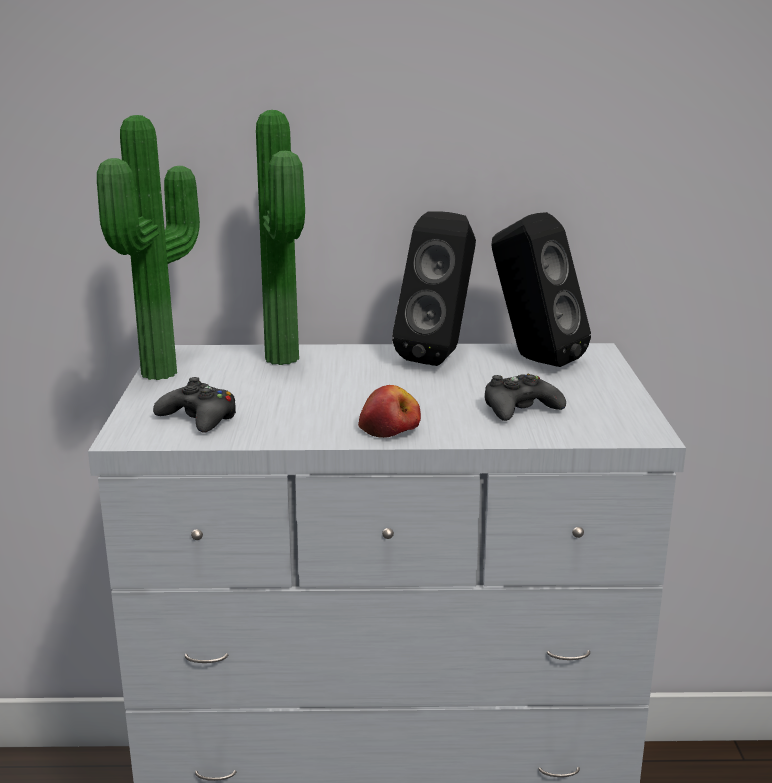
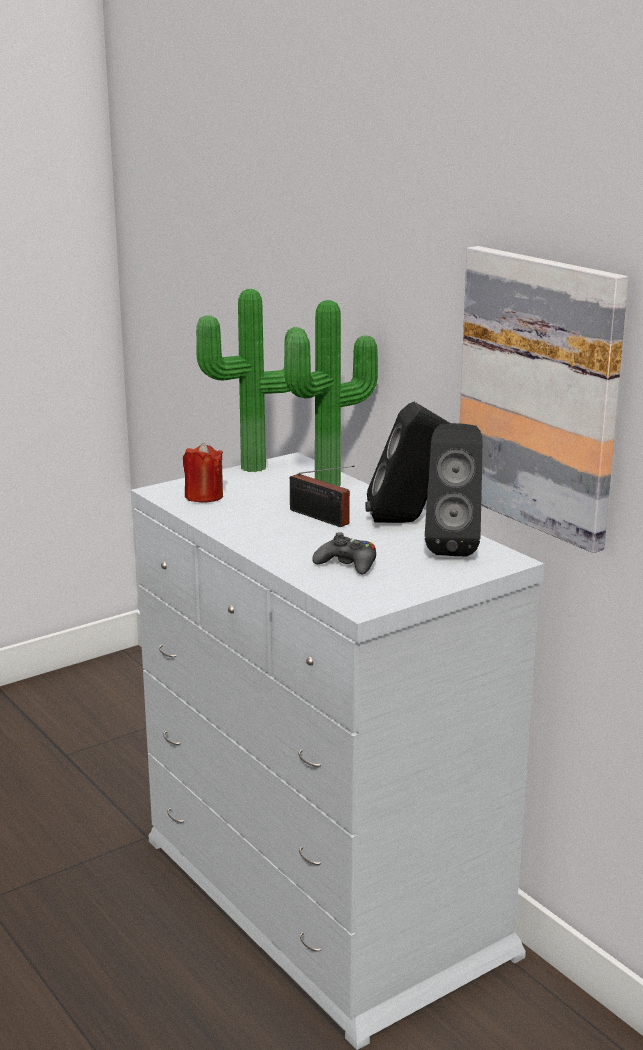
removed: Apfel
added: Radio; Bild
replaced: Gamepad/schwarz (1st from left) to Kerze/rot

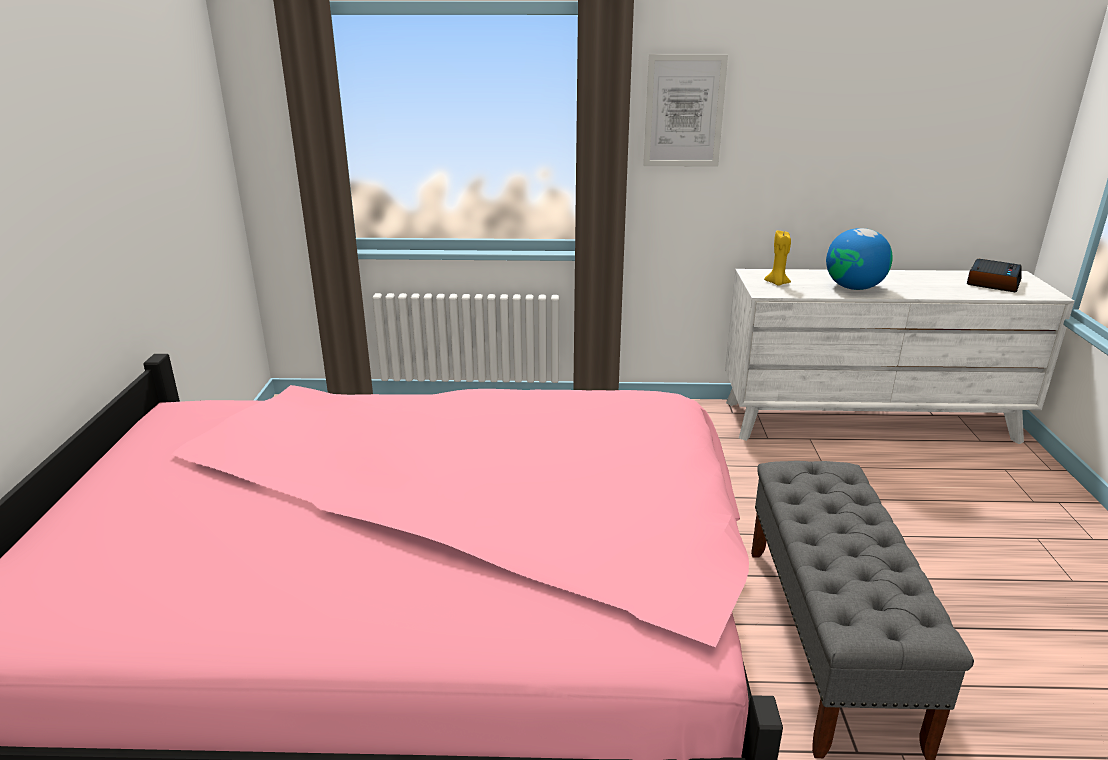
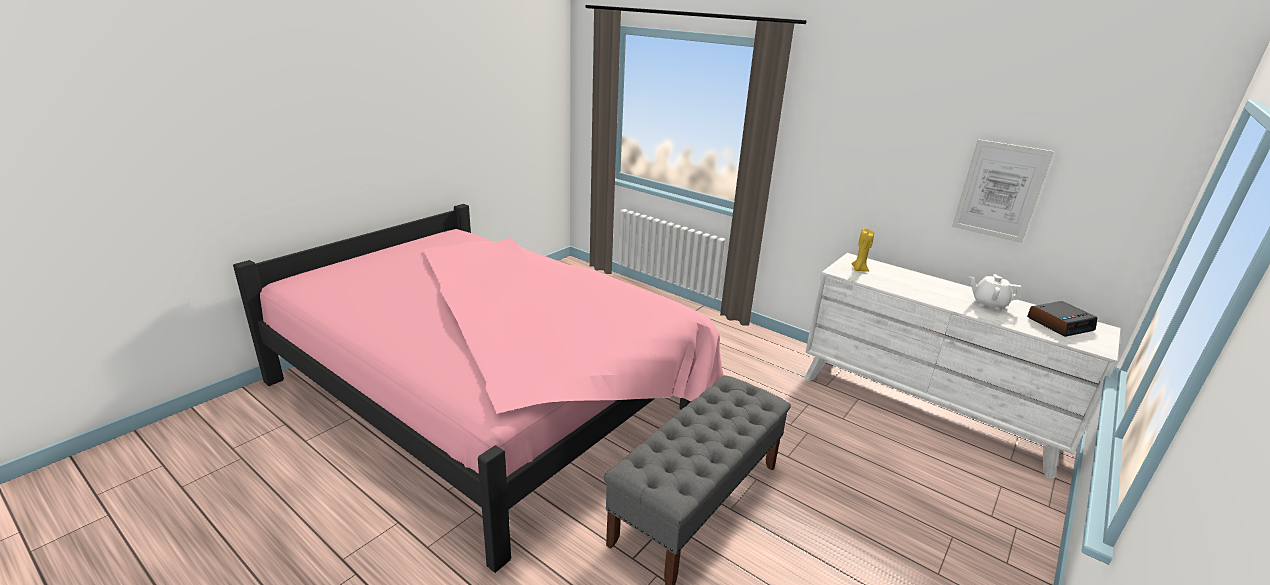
removed: Globus
added: Teekanne/weiß
moved: Bild

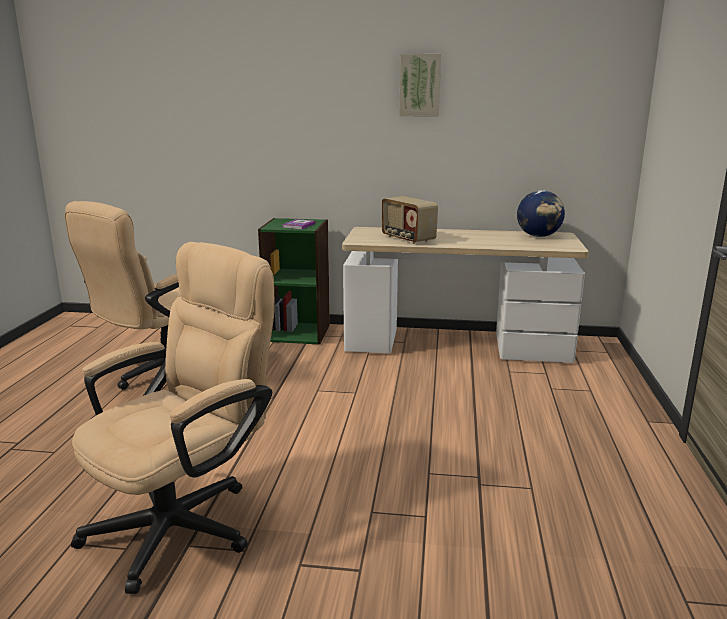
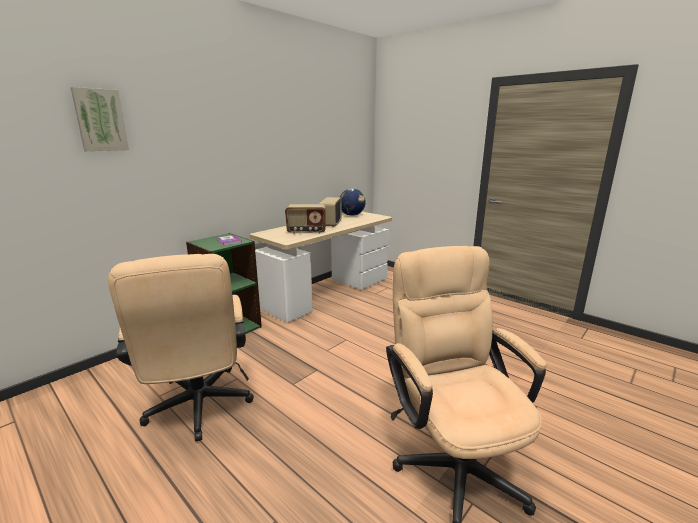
added: Radio (2nd from left)
moved: Bild

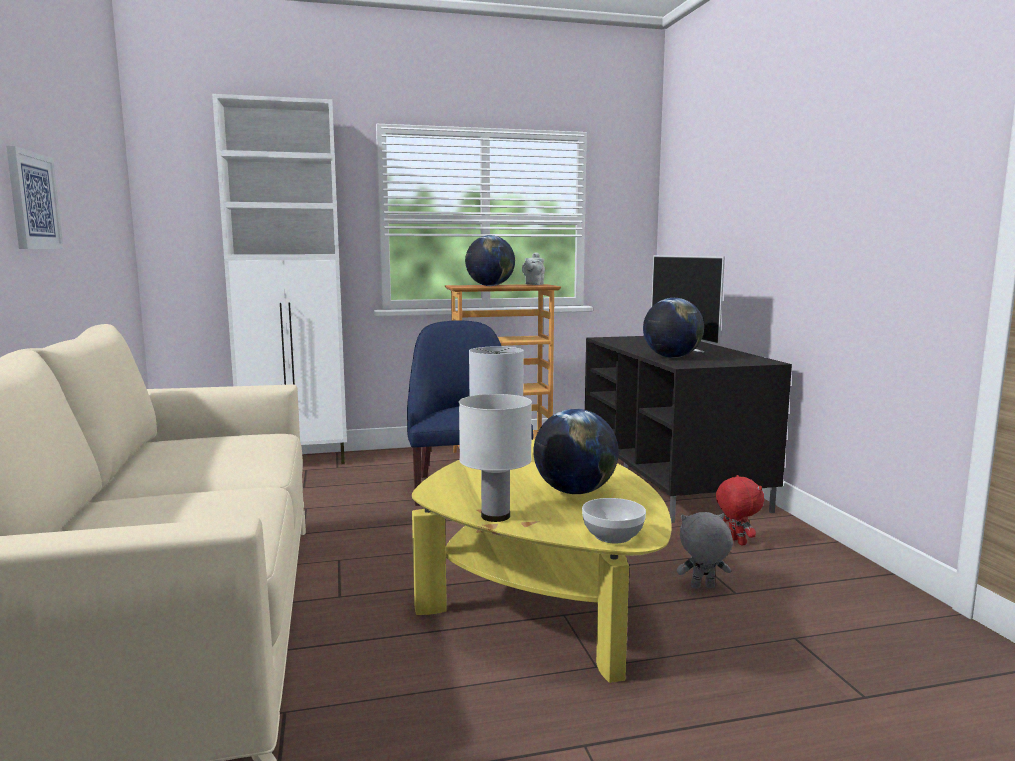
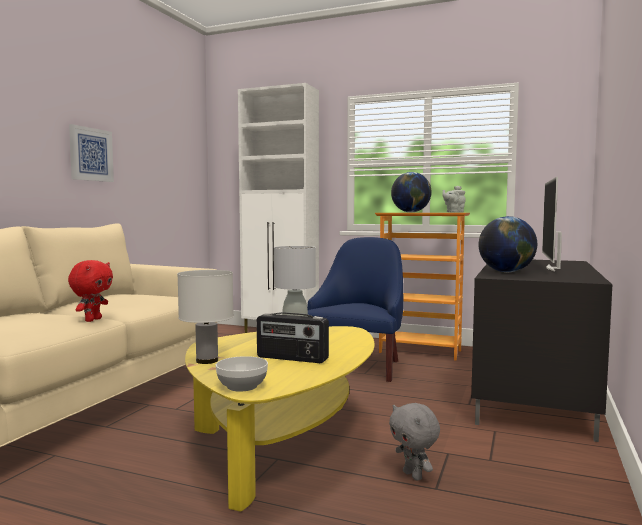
moved: Plüschtier/rot
replaced: Globus (2nd from left) to Radio
turned: Plüschtier/grau 150 degrees counterclockwise

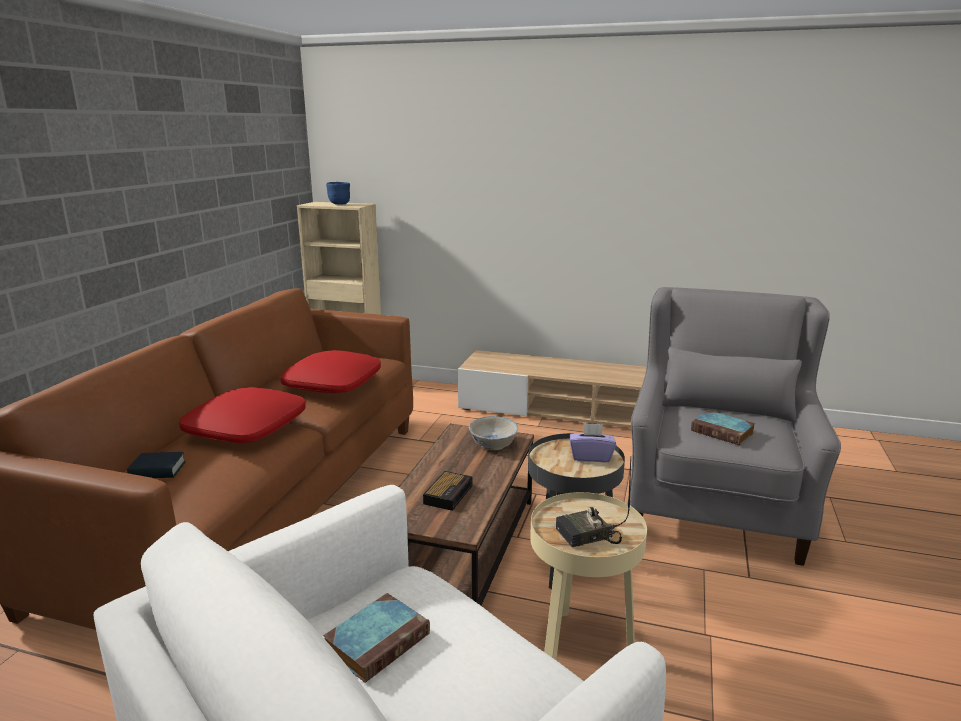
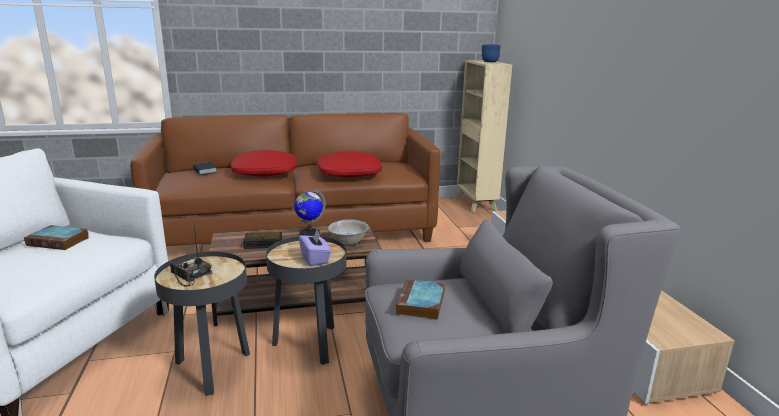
added: Globus
recoloured: Beistelltisch/beige to Beistelltisch/schwarz (1st from left)

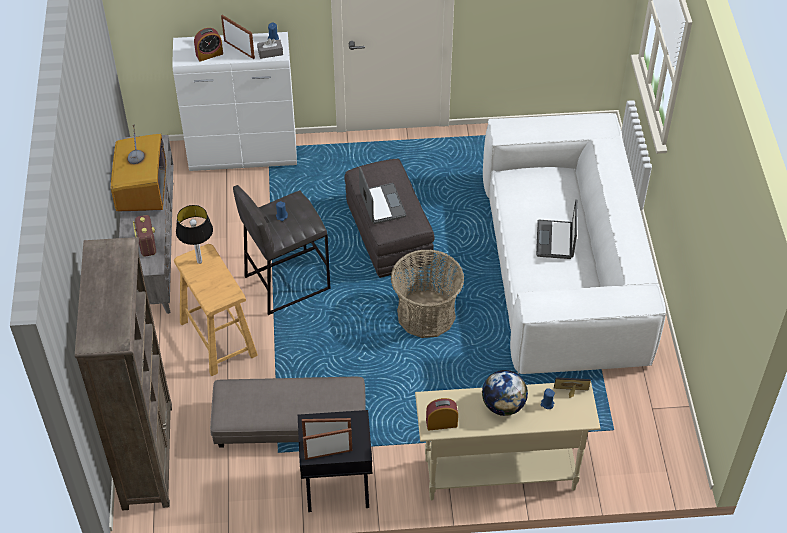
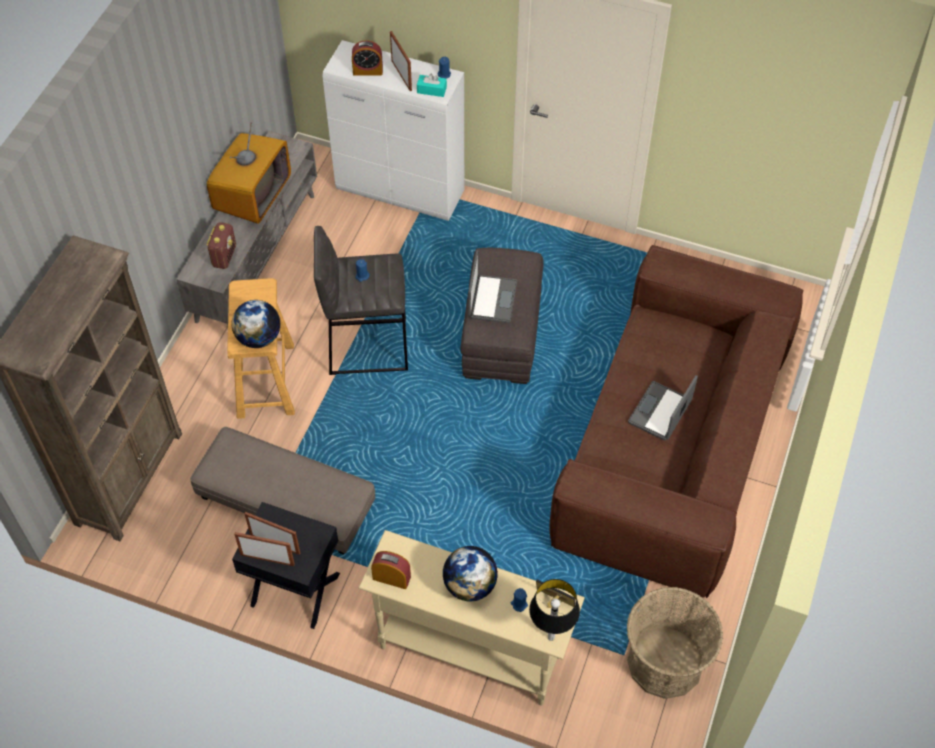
added: Globus (1st from left)
moved: Tischlampe; Korb
recoloured: Taschentuchbox/grau to Taschentuchbox/türkis; Sofa/weiß to Sofa/braun

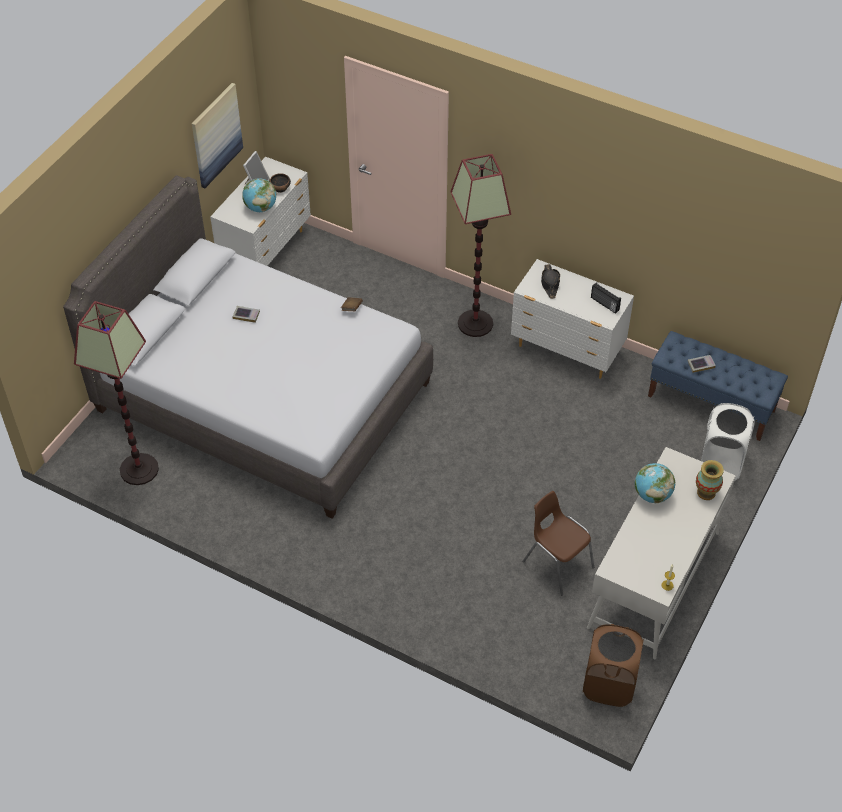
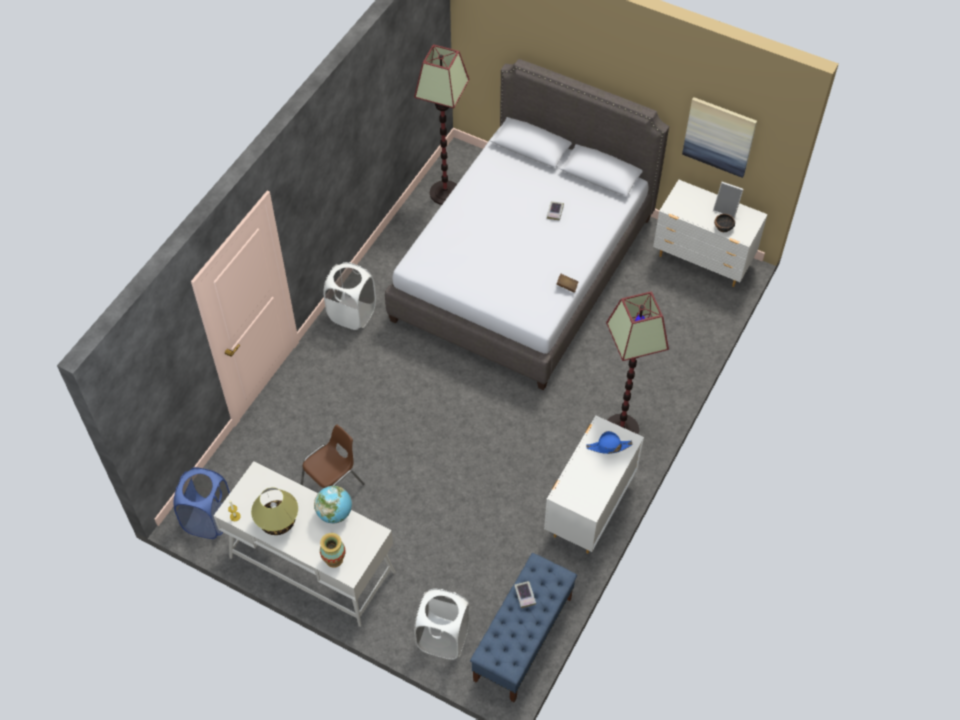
removed: Globus (1st from left); Radio
added: Tischlampe; Wäschekorb/weiß (1st from left)
recoloured: Hut/schwarz to Hut/blau; Wäschekorb/braun to Wäschekorb/blau

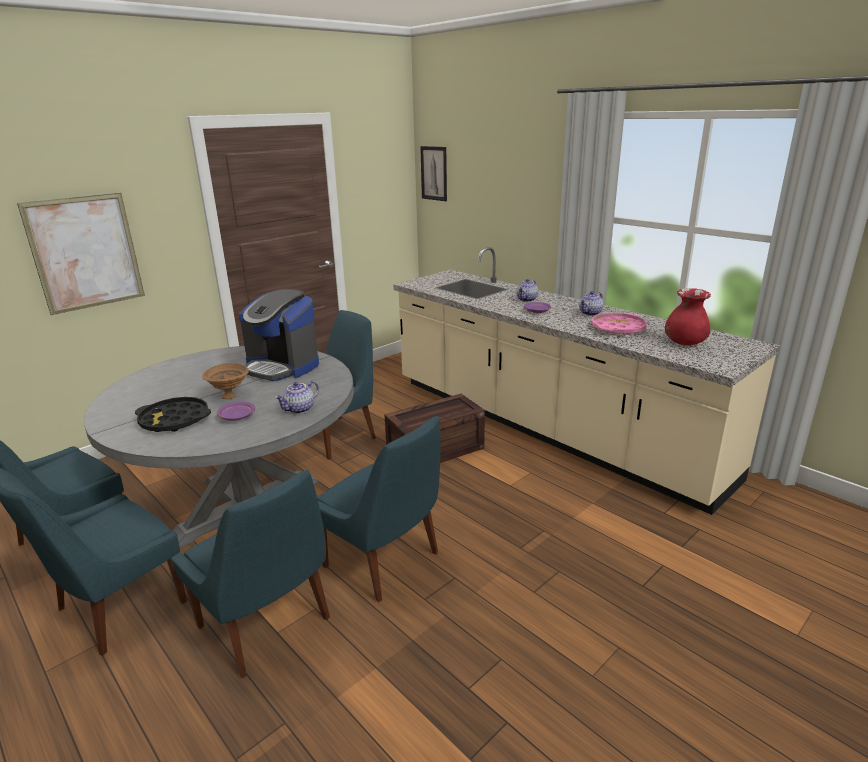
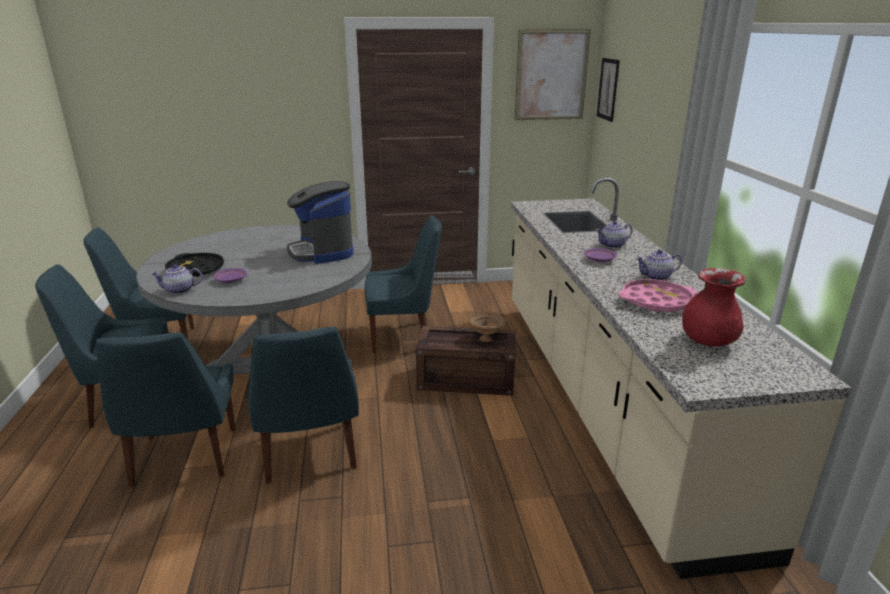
moved: Bild (1st from left); Schüssel/braun; Teekanne (1st from left)

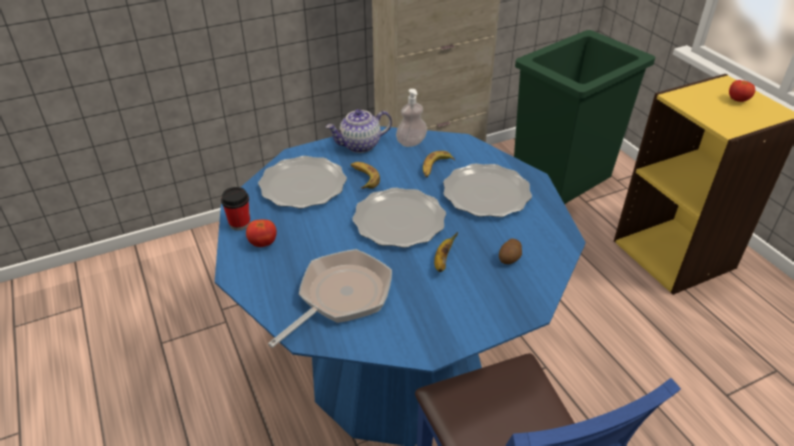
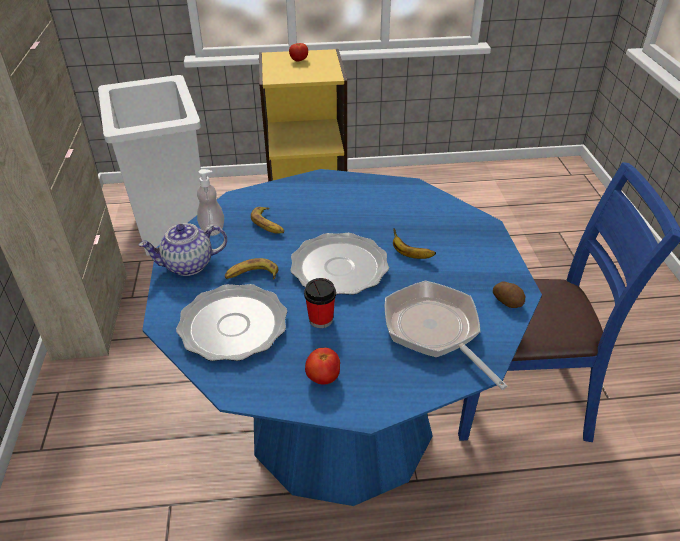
removed: Teller (3rd from left)
moved: Tasse; Kartoffel
recoloured: Mülleimer/grün to Mülleimer/weiß
turned: Teekanne 75 degrees clockwise

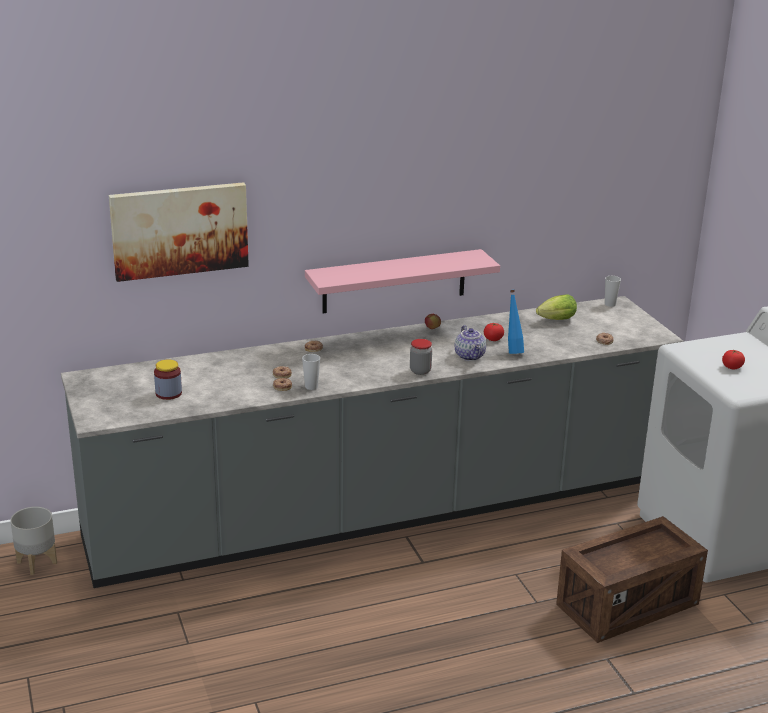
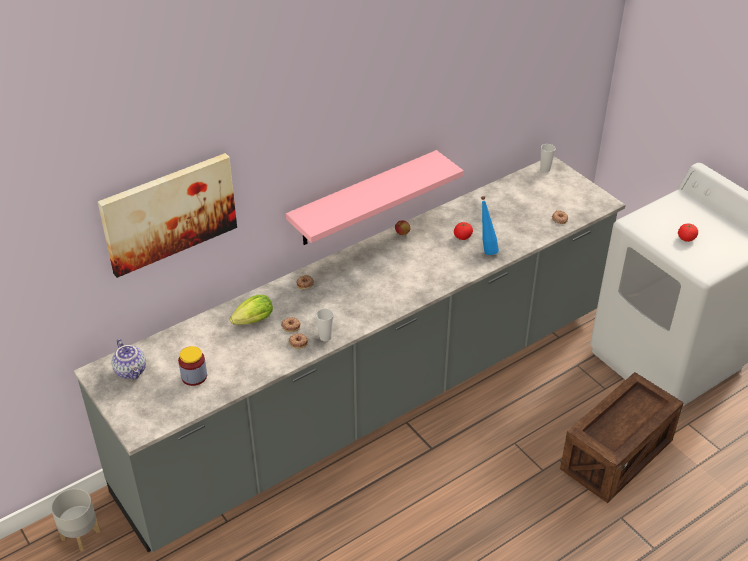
removed: Vorratsglas (2nd from left)
moved: Teekanne; Salatkopf

